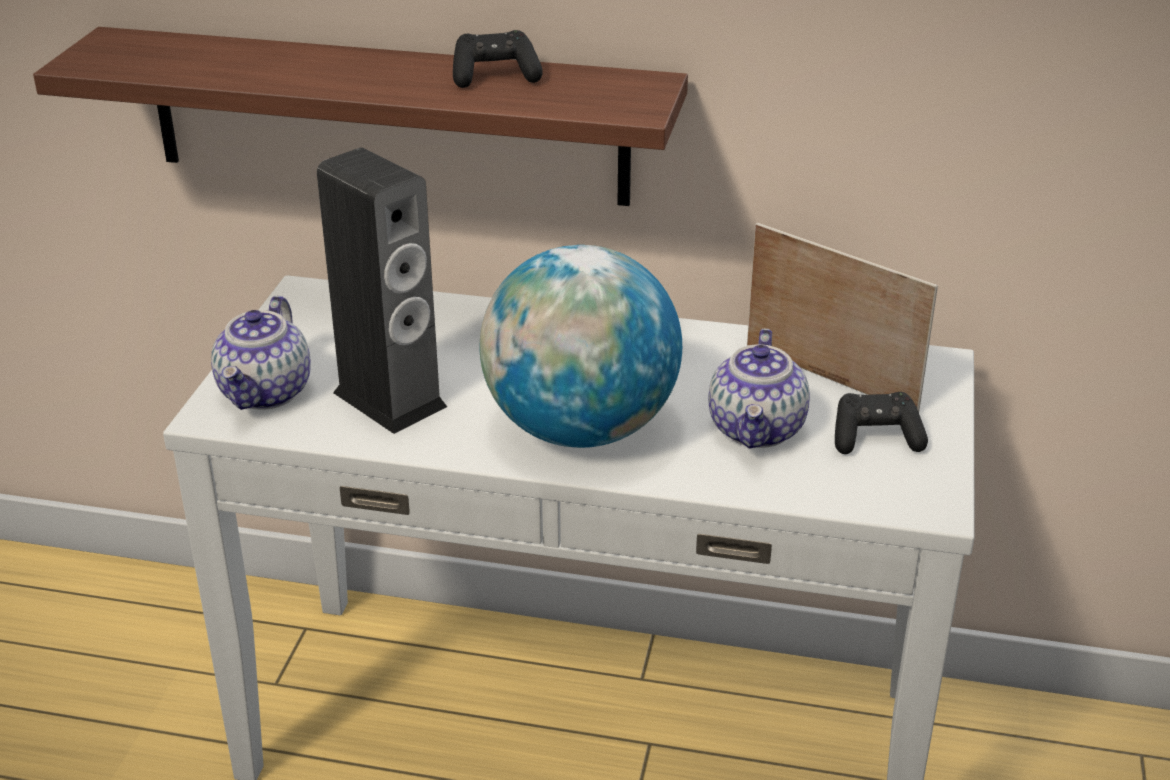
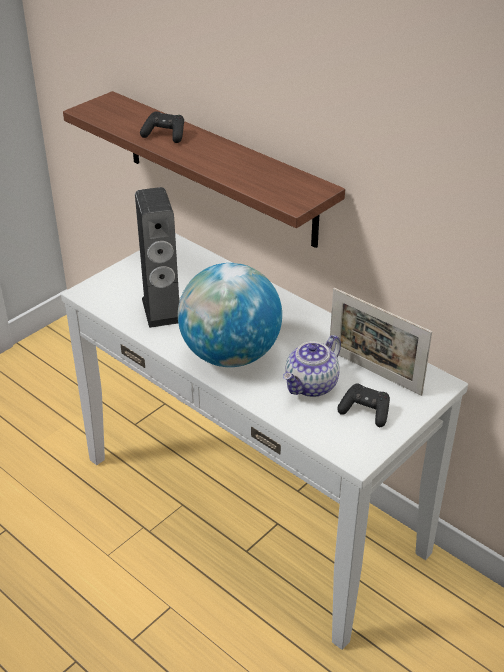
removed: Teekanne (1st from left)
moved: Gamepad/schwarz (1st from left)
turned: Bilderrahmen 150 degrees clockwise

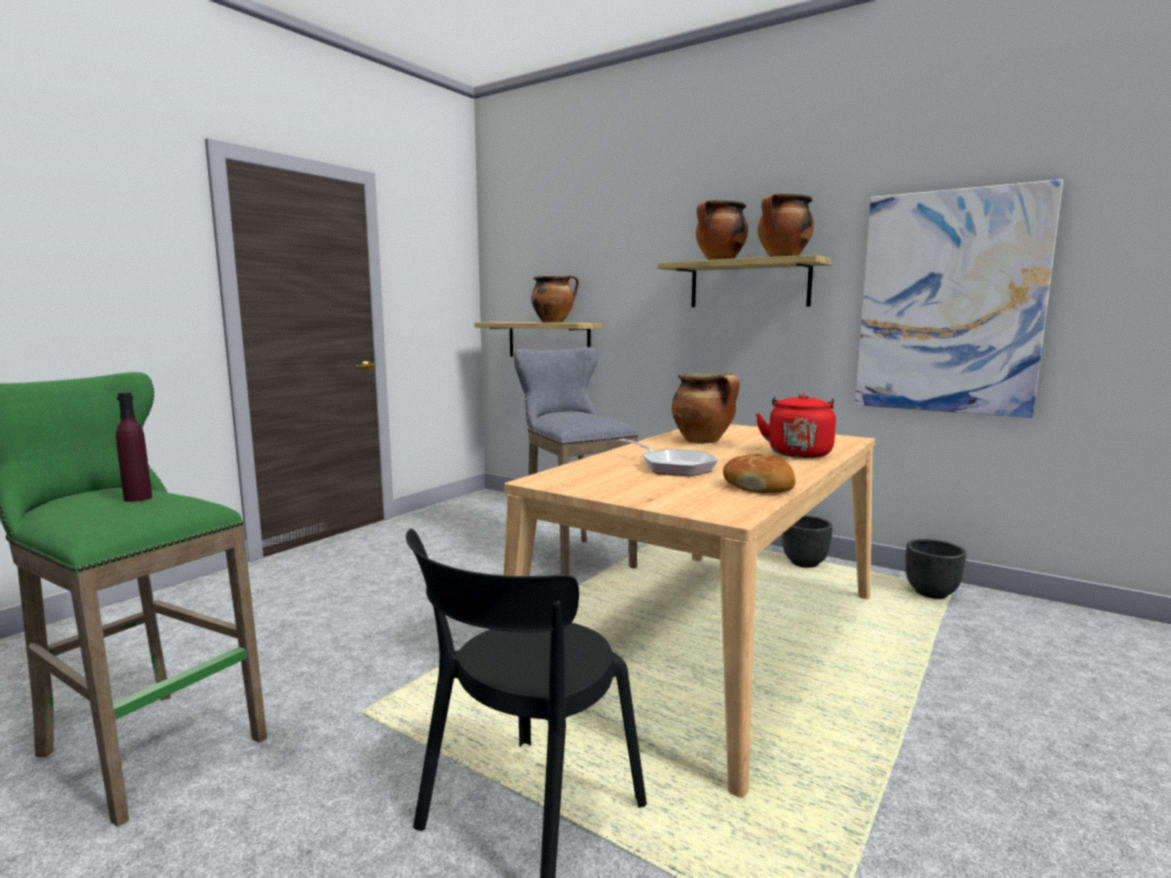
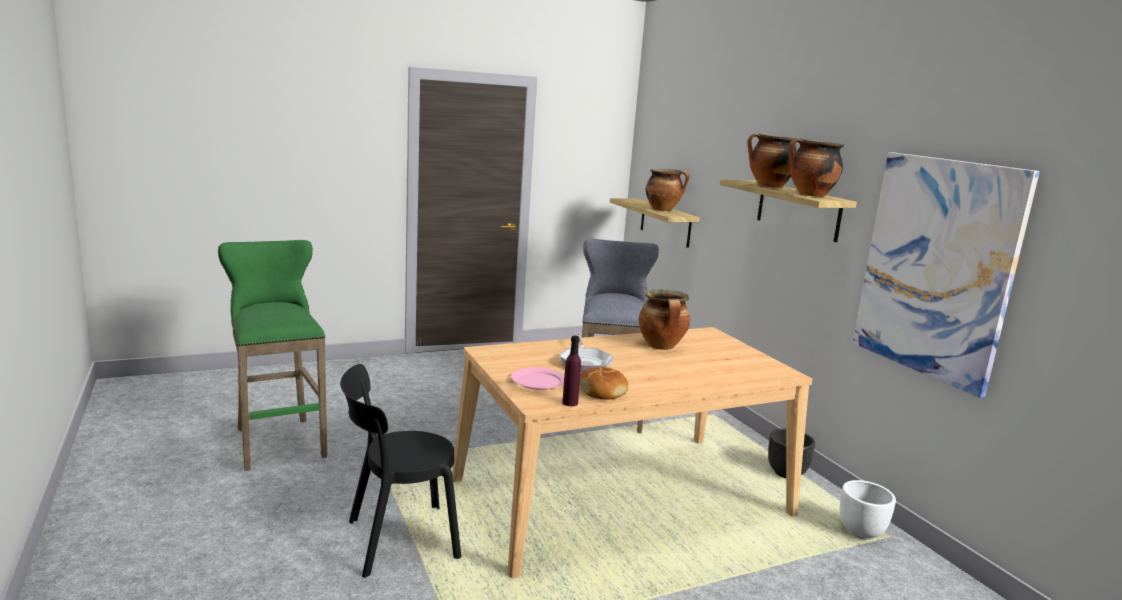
removed: Wasserkessel/rot
added: Teller/rosa
moved: Flasche/lila
recoloured: Pflanzkübel/schwarz (2nd from left) to Pflanzkübel/weiß

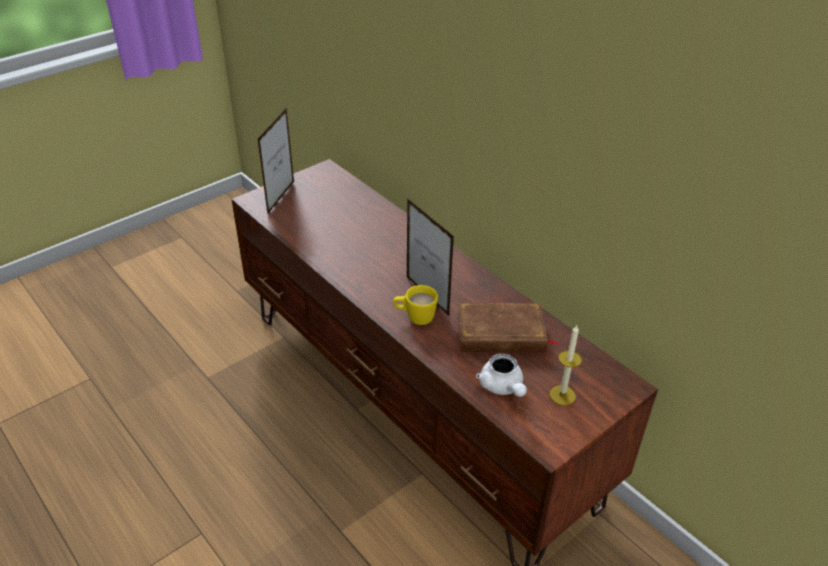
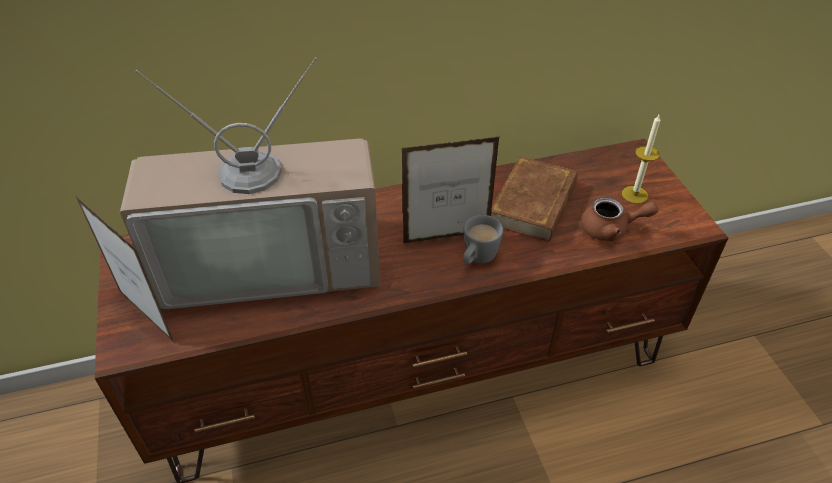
added: Fernseher
recoloured: Henkelbecher/gelb to Henkelbecher/grau; Teekanne/weiß to Teekanne/braun

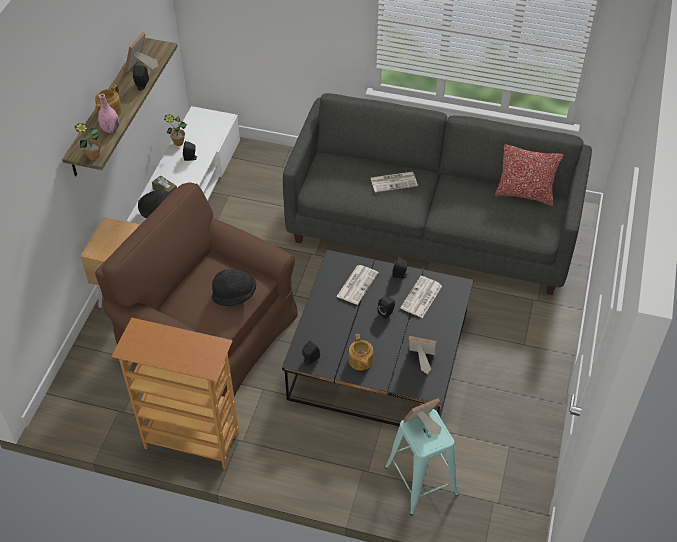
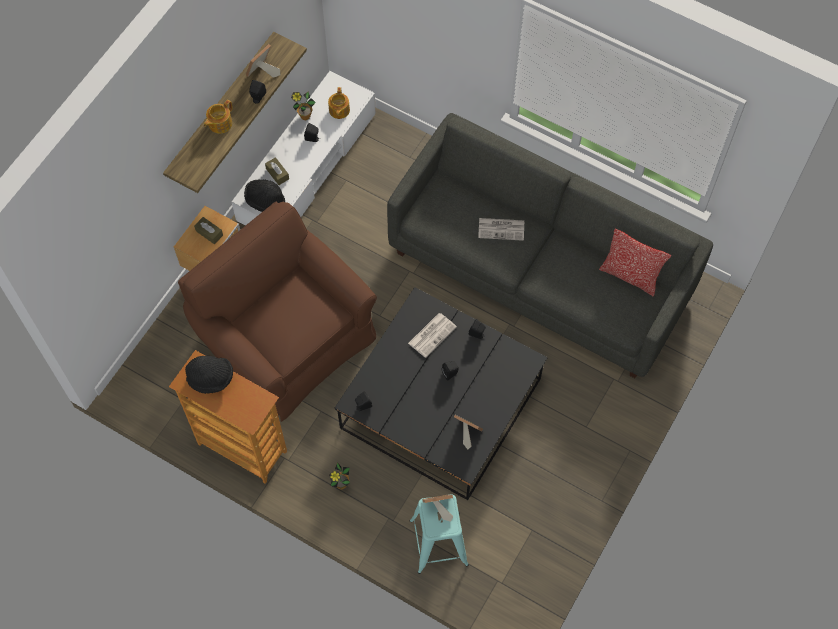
removed: Vase/rosa; Zeitung (3rd from left)
added: Taschentuchbox/braun (1st from left)
moved: Topfpflanze (1st from left in the first image) to Topfpflanze (2nd from left); Hut/schwarz (2nd from left in the first image) to Hut/schwarz (1st from left); Teekanne (2nd from left)

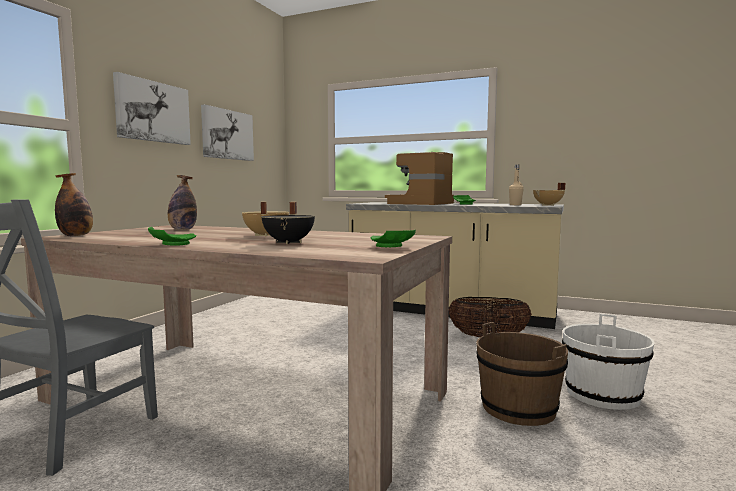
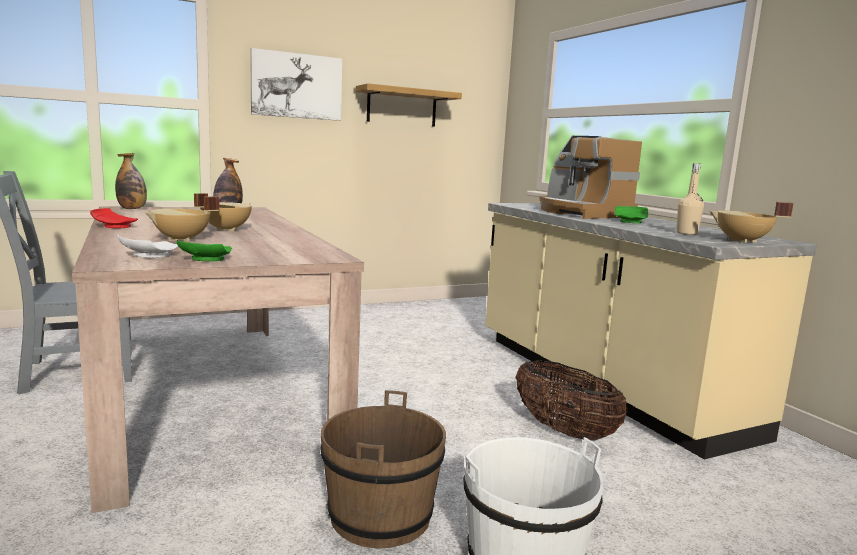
added: Teller/weiß
replaced: Bild (2nd from left) to Wandregal
recoloured: Teller/grün (1st from left) to Teller/rot; Kochtopf/schwarz to Kochtopf/beige (1st from left)
turned: Kaffeemaschine 105 degrees counterclockwise

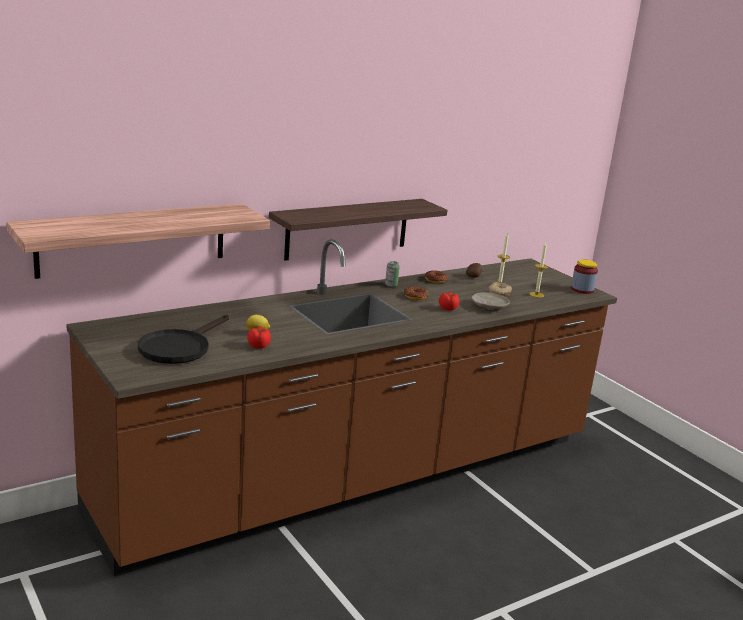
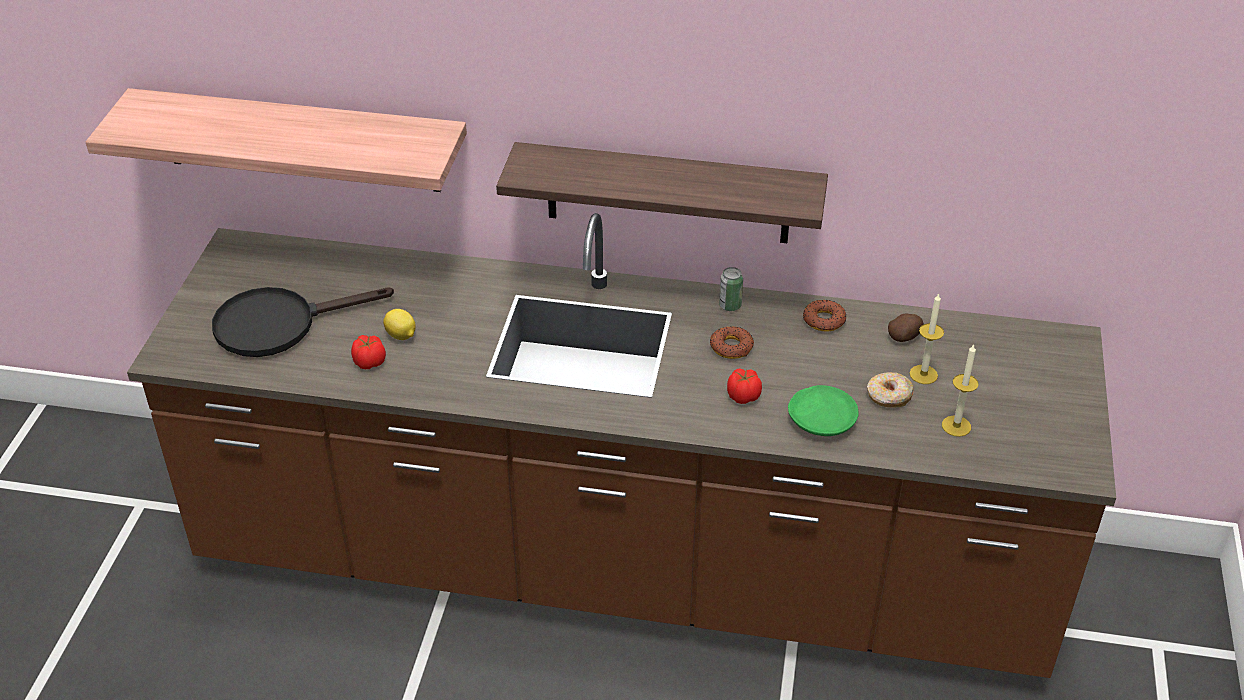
removed: Vorratsglas
recoloured: Teller/beige to Teller/grün

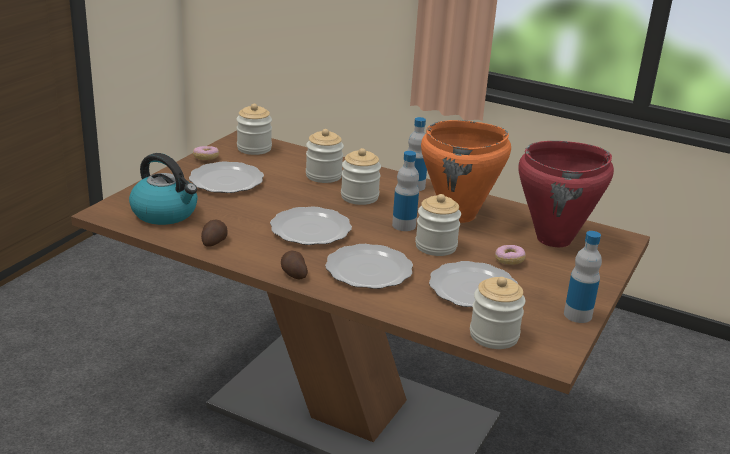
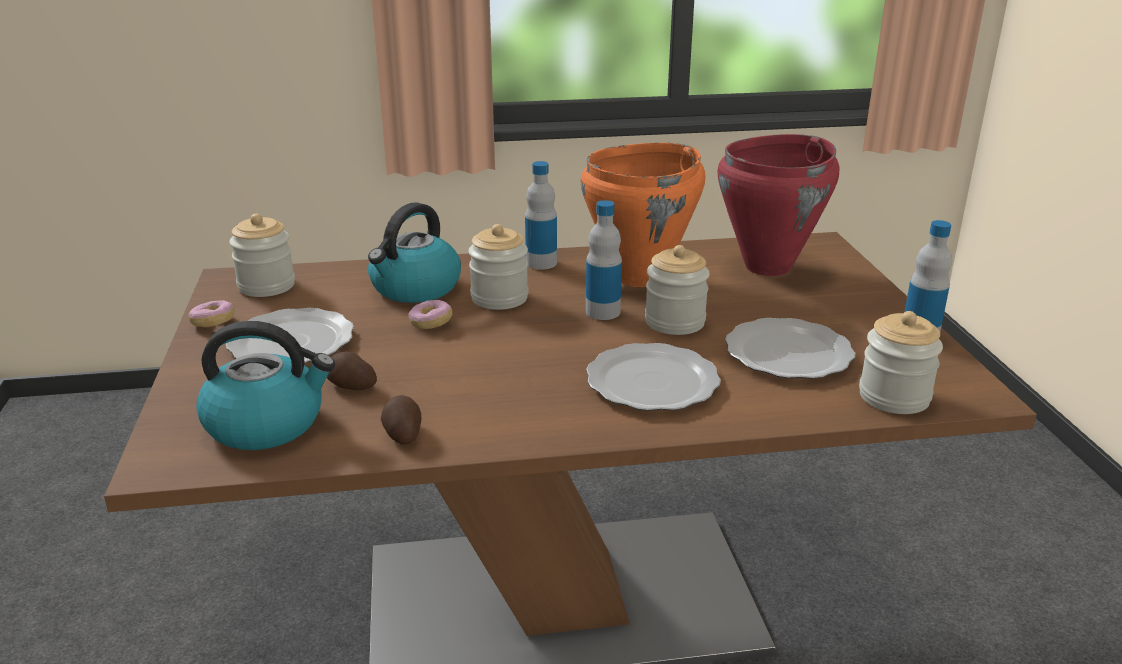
removed: Teller (2nd from left)
moved: Kartoffel (2nd from left in the first image) to Kartoffel (1st from left); Donut (2nd from left)
replaced: Vorratsglas (2nd from left) to Wasserkessel (2nd from left)

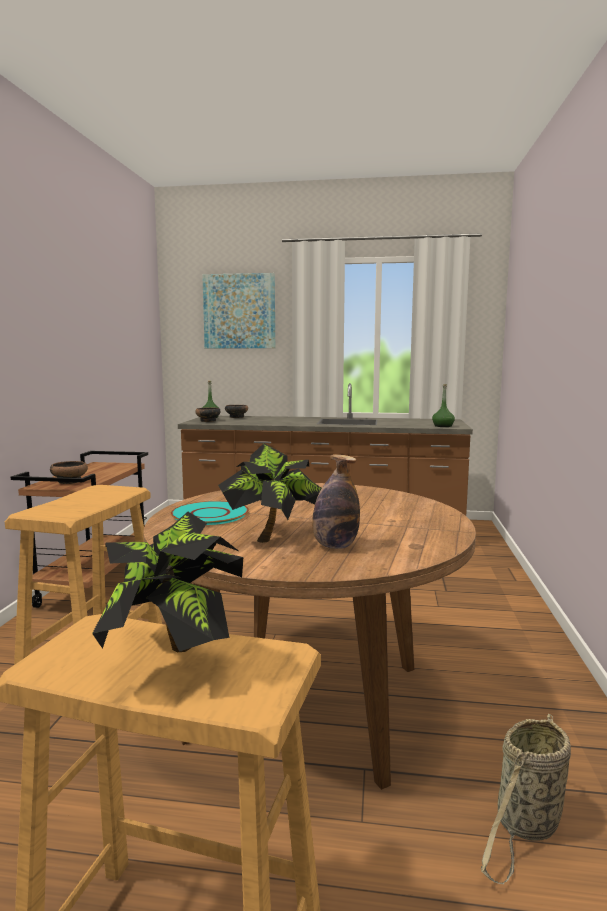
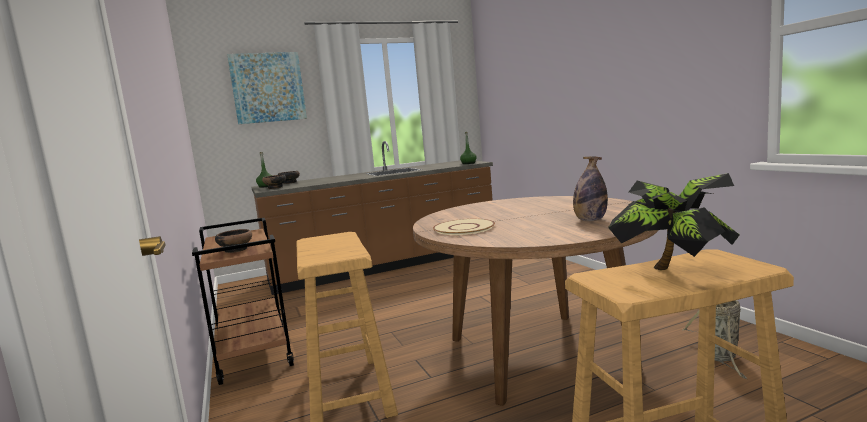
removed: Topfpflanze (2nd from left)
recoloured: Teller/türkis to Teller/beige

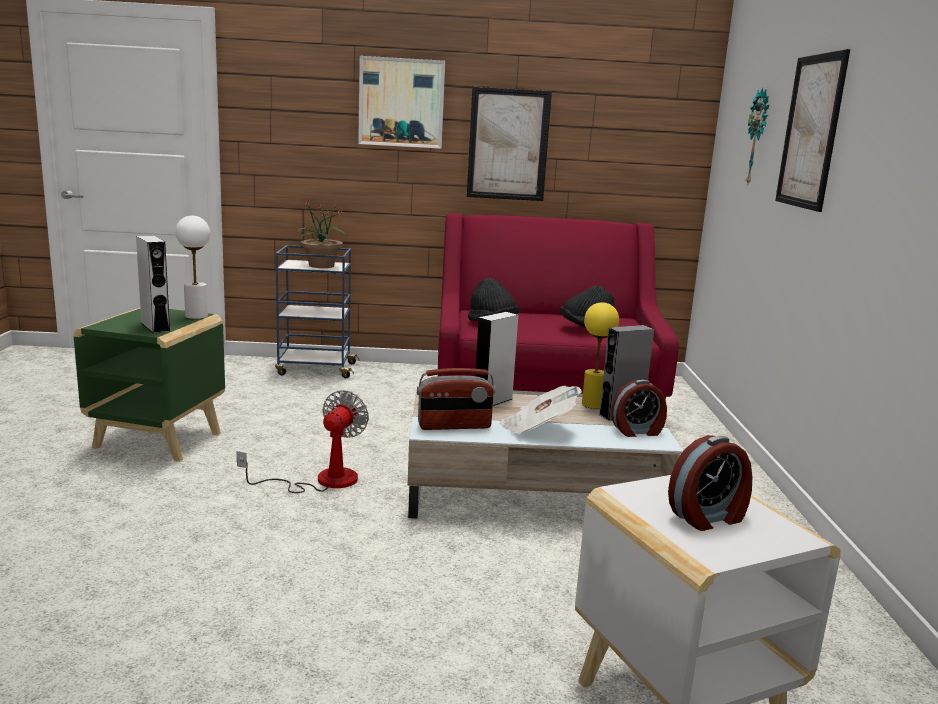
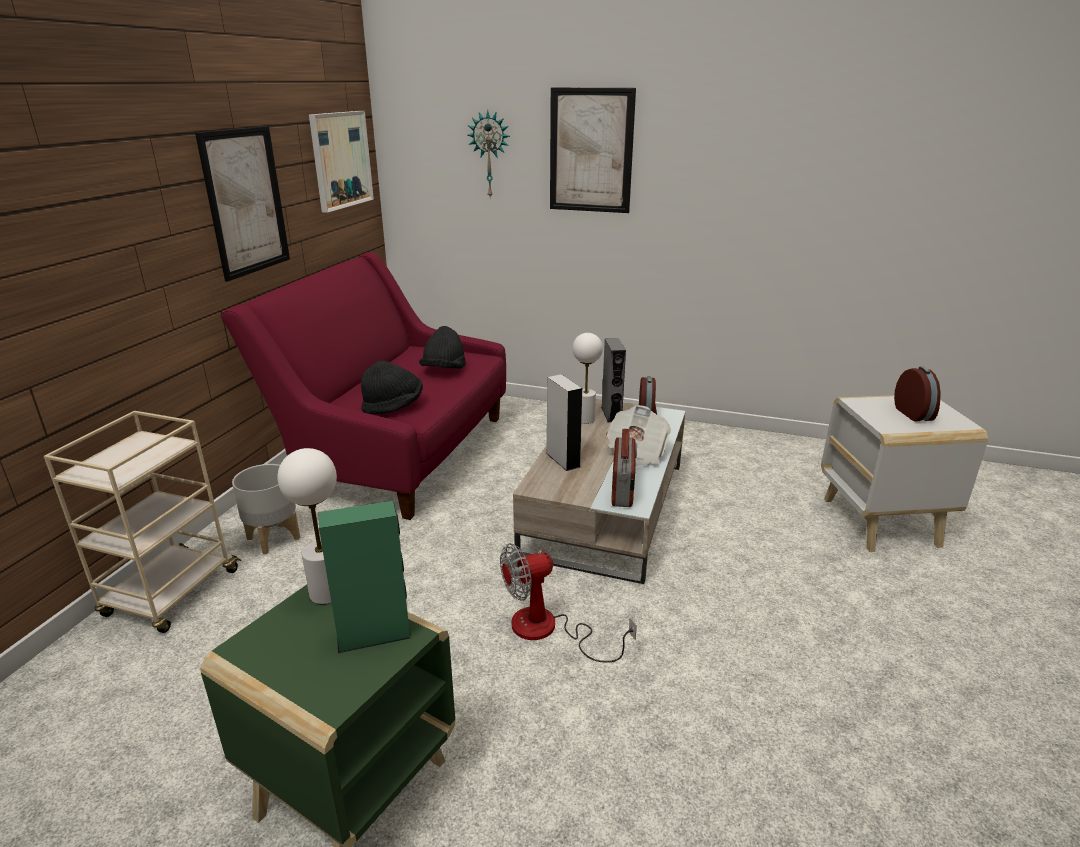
removed: Topfpflanze
added: Pflanzkübel/grau
moved: Bild (1st from left in the first image) to Bild (2nd from left)
recoloured: Lautsprecher/grau (1st from left) to Lautsprecher/grün; Rollwagen/blau to Rollwagen/beige; Tischlampe/gelb to Tischlampe/weiß (2nd from left)
turned: Ventilator 60 degrees counterclockwise

